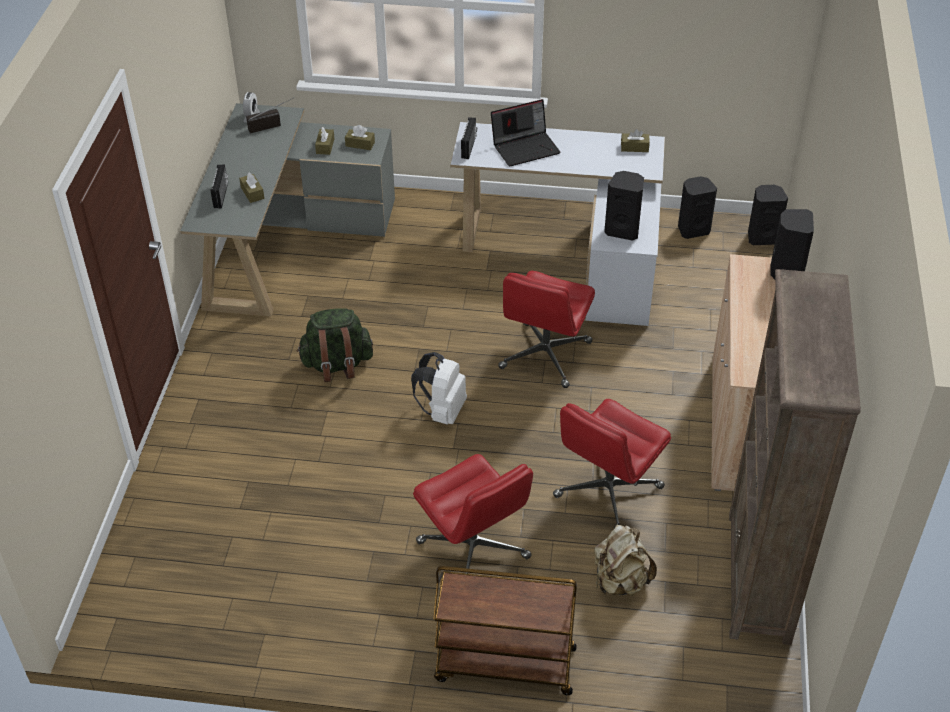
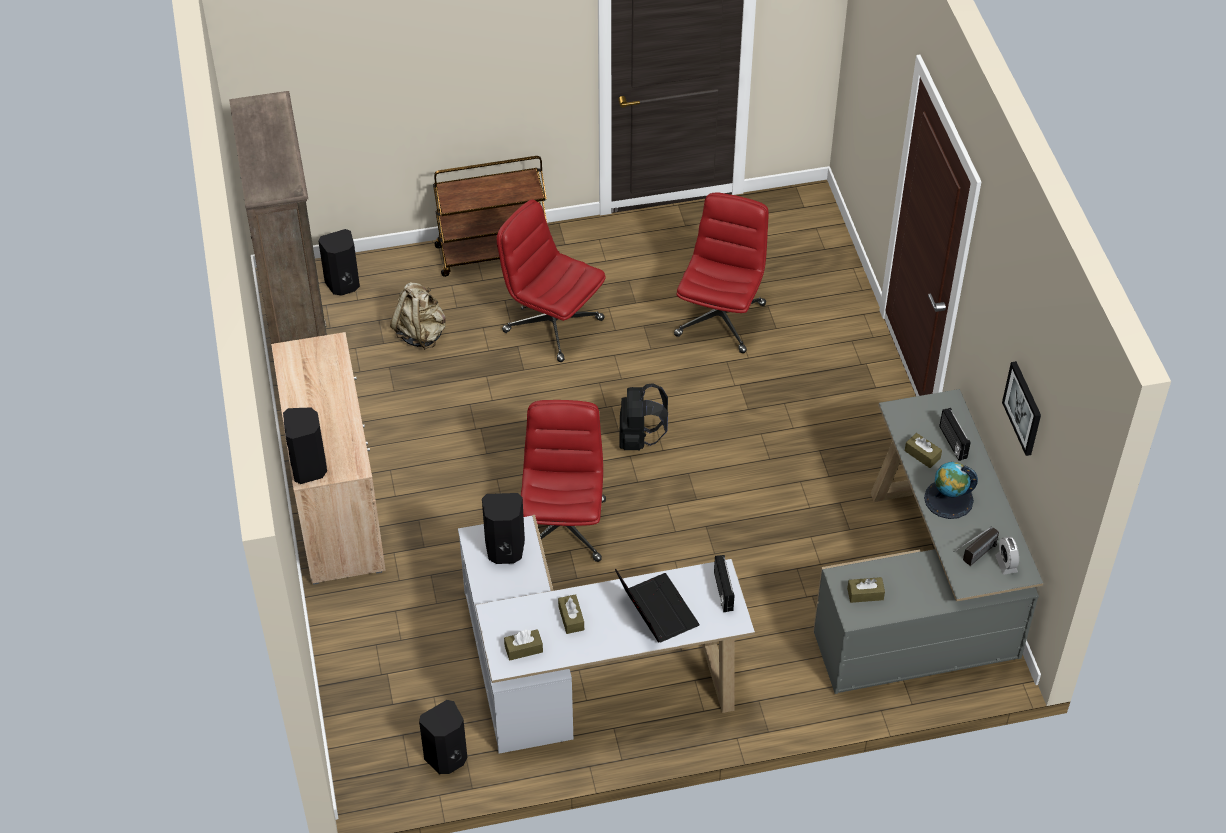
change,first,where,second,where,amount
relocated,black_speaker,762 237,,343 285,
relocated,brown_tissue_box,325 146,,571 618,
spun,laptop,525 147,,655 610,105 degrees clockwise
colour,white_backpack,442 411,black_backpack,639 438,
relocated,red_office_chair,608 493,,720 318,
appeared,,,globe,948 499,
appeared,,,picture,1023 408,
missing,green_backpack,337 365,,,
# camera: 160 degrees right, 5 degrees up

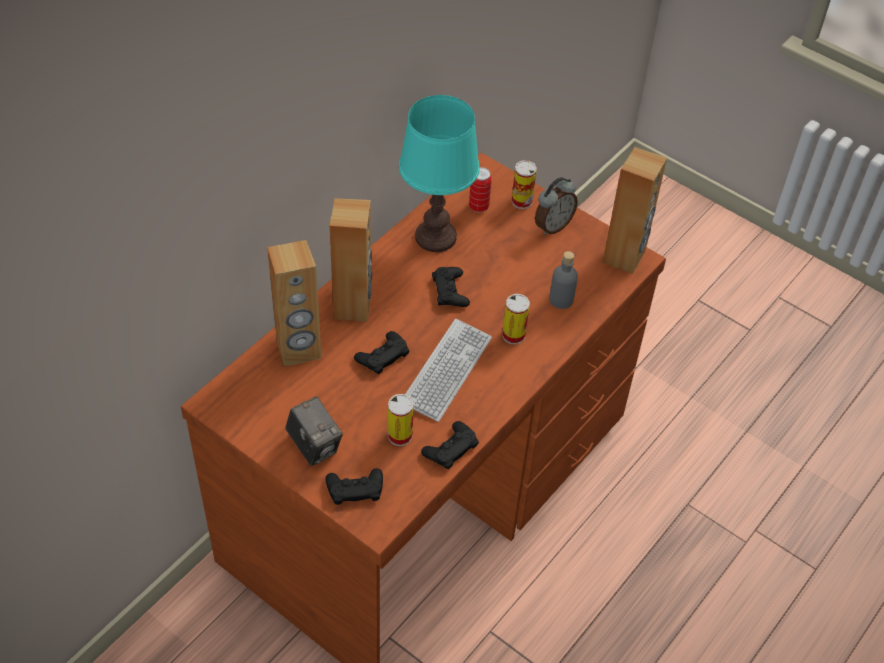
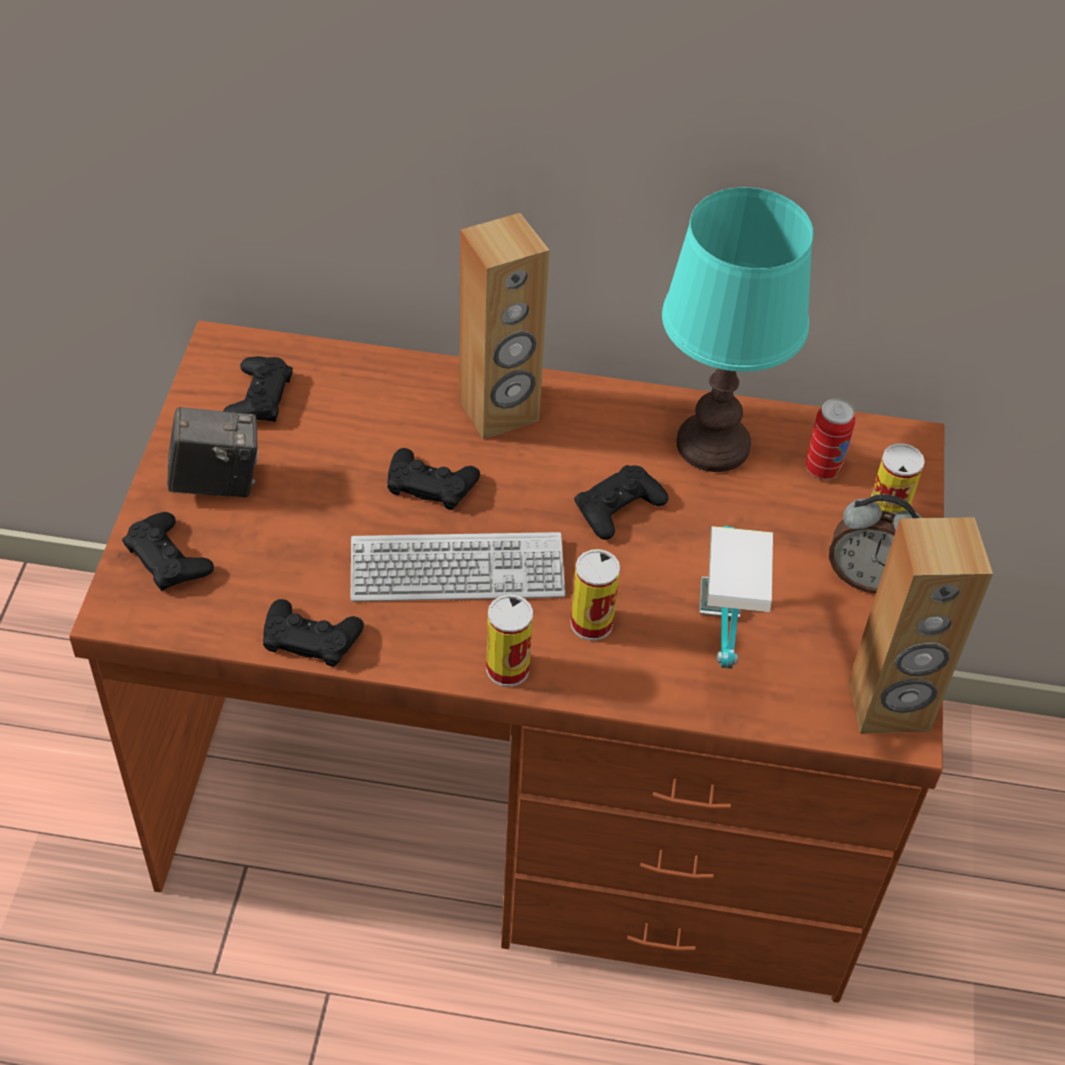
change,first,where,second,where,amount
spun,photo_camera,314 446,,216 481,120 degrees counterclockwise
appeared,,,black_game_controller,259 397,
relocated,can,400 435,,507 668,
exchanged,grey_bottle,561 299,table_lamp,717 655,
missing,brown_speaker,299 349,,,
# camera: 60 degrees right, 0 degrees up

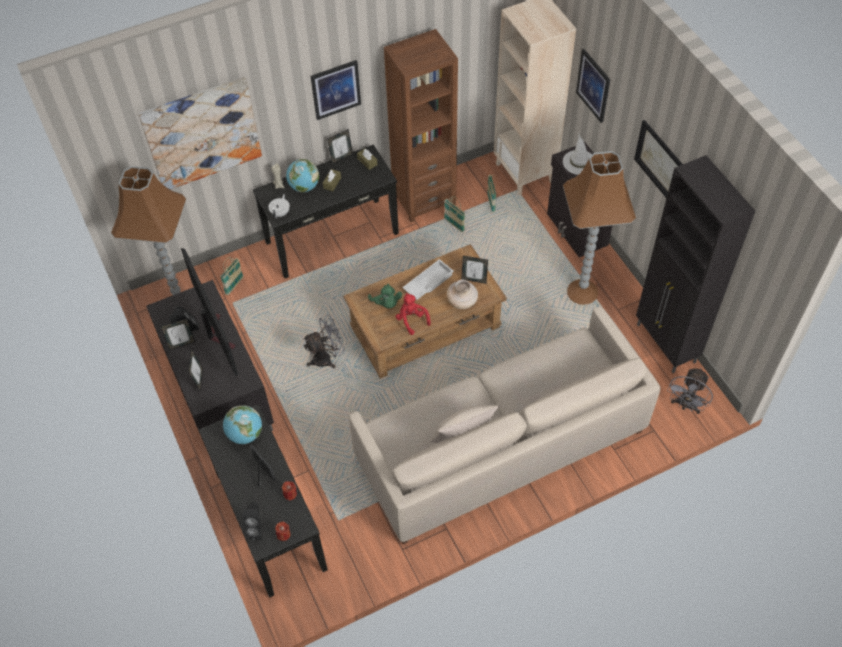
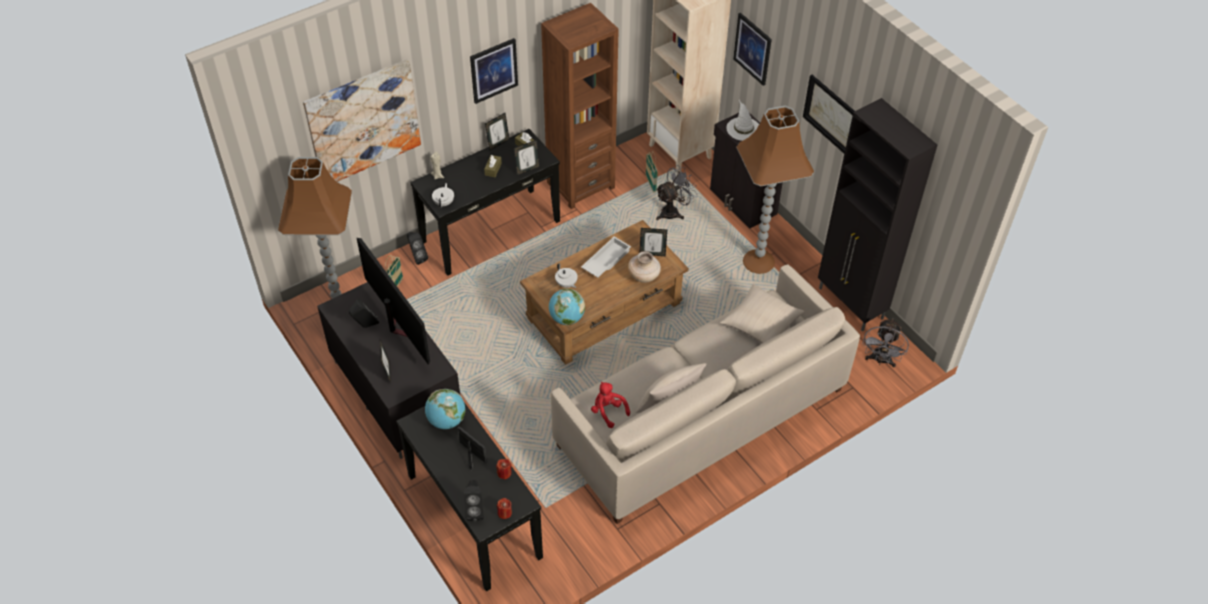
change,first,where,second,where,amount
appeared,,,black_speaker,417 257,
relocated,picture_frame,181 344,,527 170,
relocated,globe,304 186,,566 318,
exchanged,green_plush_toy,386 303,white_teapot,566 284,
relocated,red_plush_toy,411 320,,608 411,
relocated,grey_fan,327 358,,673 211,
appeared,,,beige_pillow,761 324,
missing,basket,454 225,,,
# camera: 10 degrees left, 5 degrees down

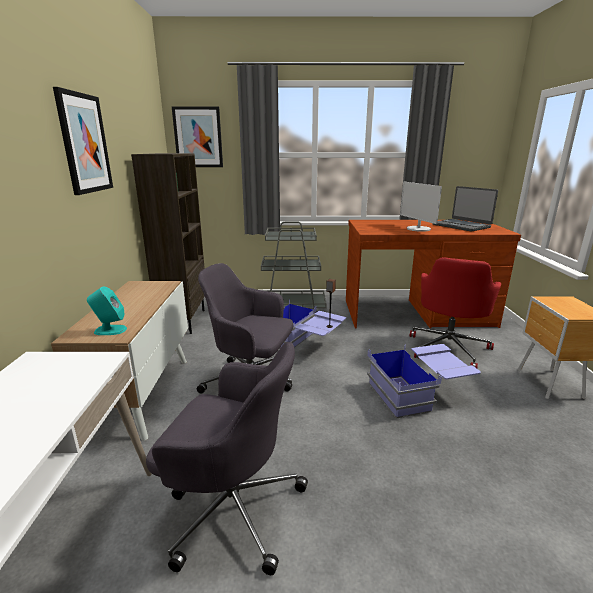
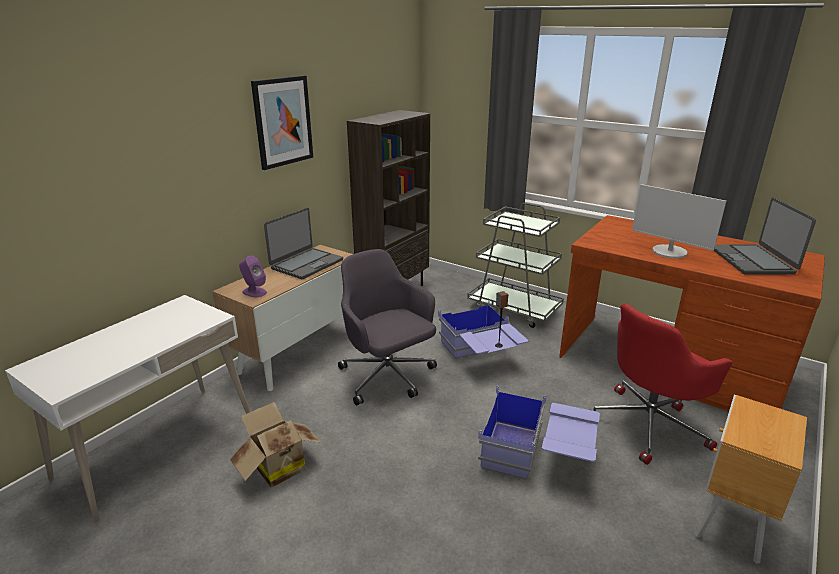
change,first,where,second,where,amount
exchanged,grey_office_chair,232 507,cardboard_box,276 467,
colour,turquoise_speaker,110 330,purple_speaker,254 292,
appeared,,,laptop,306 264,
spun,monitor,418 229,,669 252,60 degrees counterclockwise
missing,picture,198 137,,,
# camera: 35 degrees right, 5 degrees up

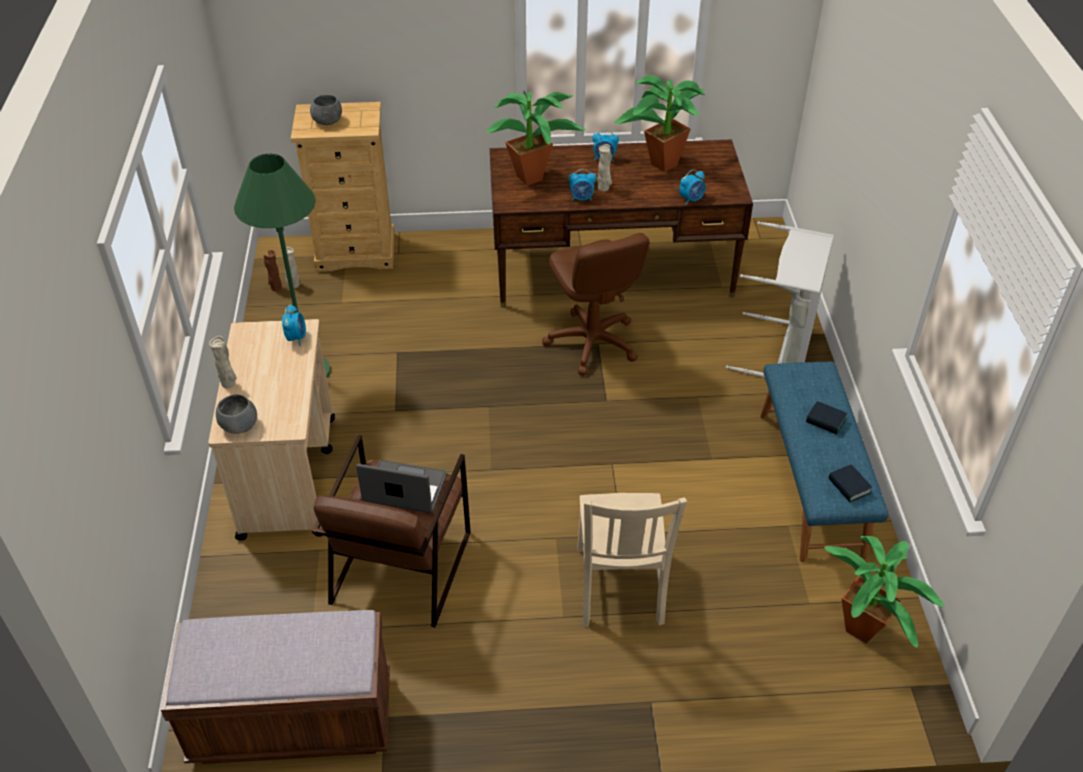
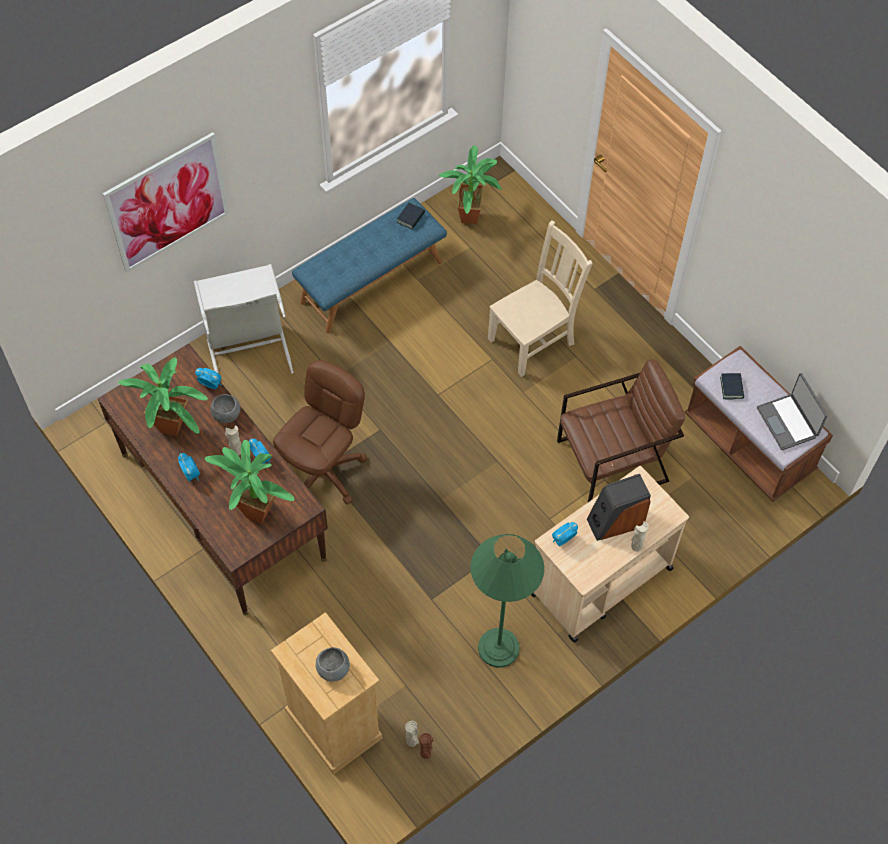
change,first,where,second,where,amount
appeared,,,picture,167 202,
relocated,grey_bowl,239 425,,226 415,
appeared,,,speaker,615 522,
relocated,book,825 421,,731 388,
relocated,laptop,404 490,,788 422,
# camera: 125 degrees left, 15 degrees up

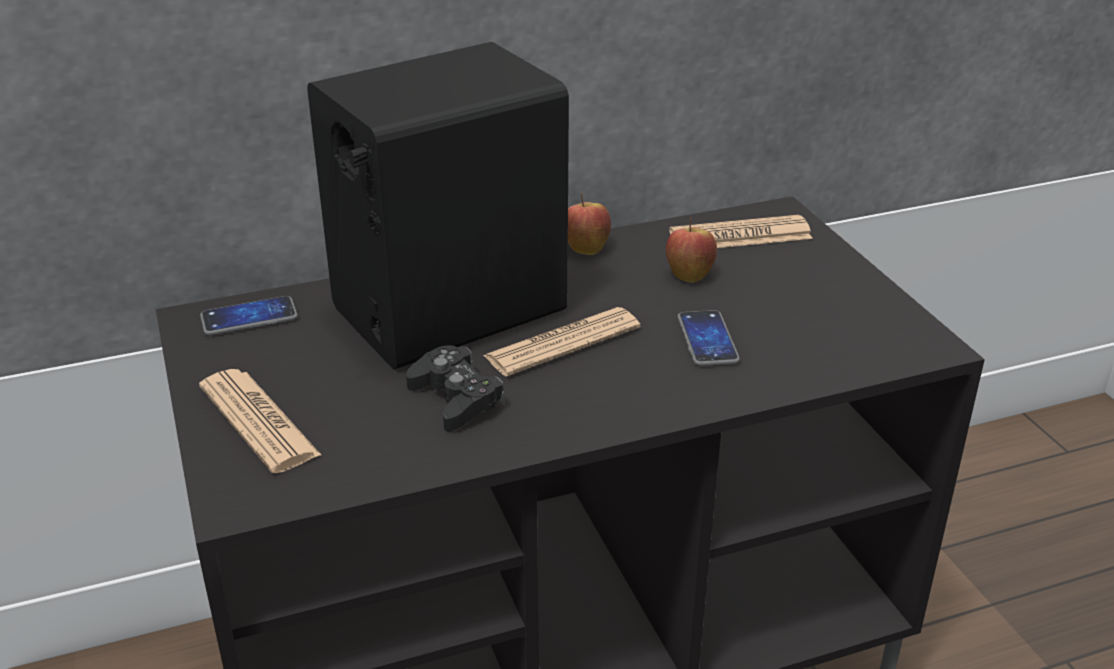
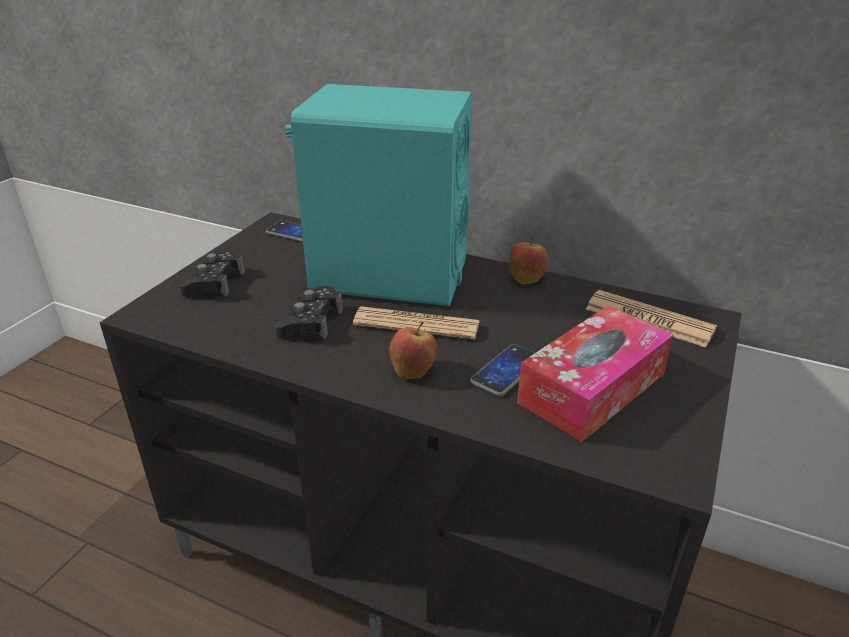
change,first,where,second,where,amount
exchanged,newspaper,258 421,black_game_controller,215 282,
colour,black_speaker,448 310,turquoise_speaker,389 275,
relocated,apple,689 275,,413 371,
appeared,,,tissue_box,592 388,
# camera: 45 degrees right, 0 degrees up

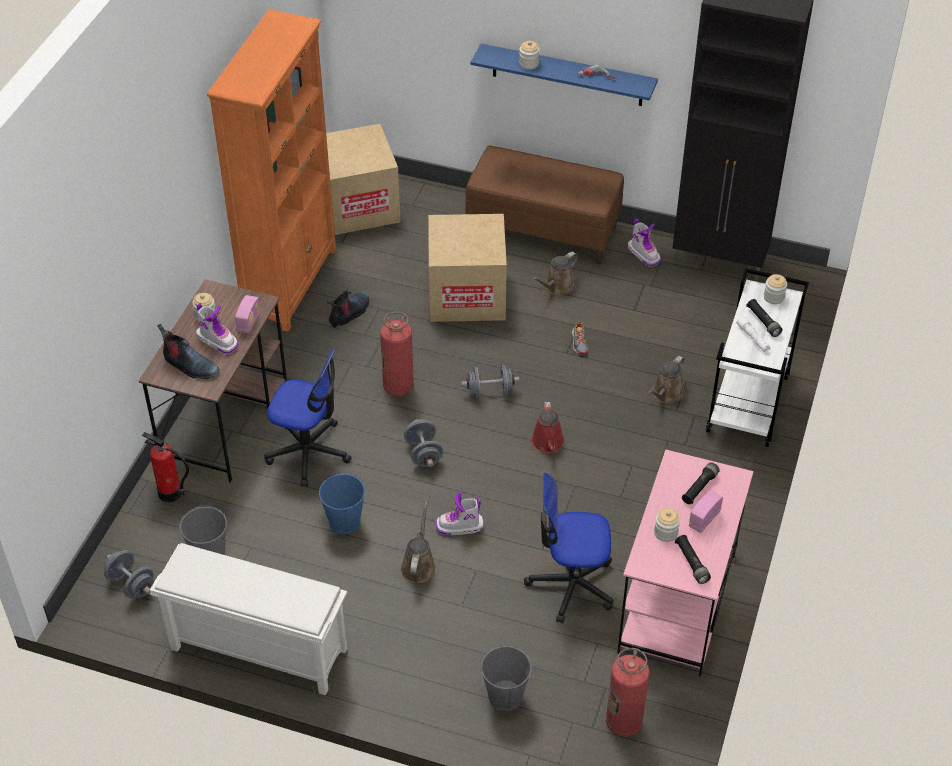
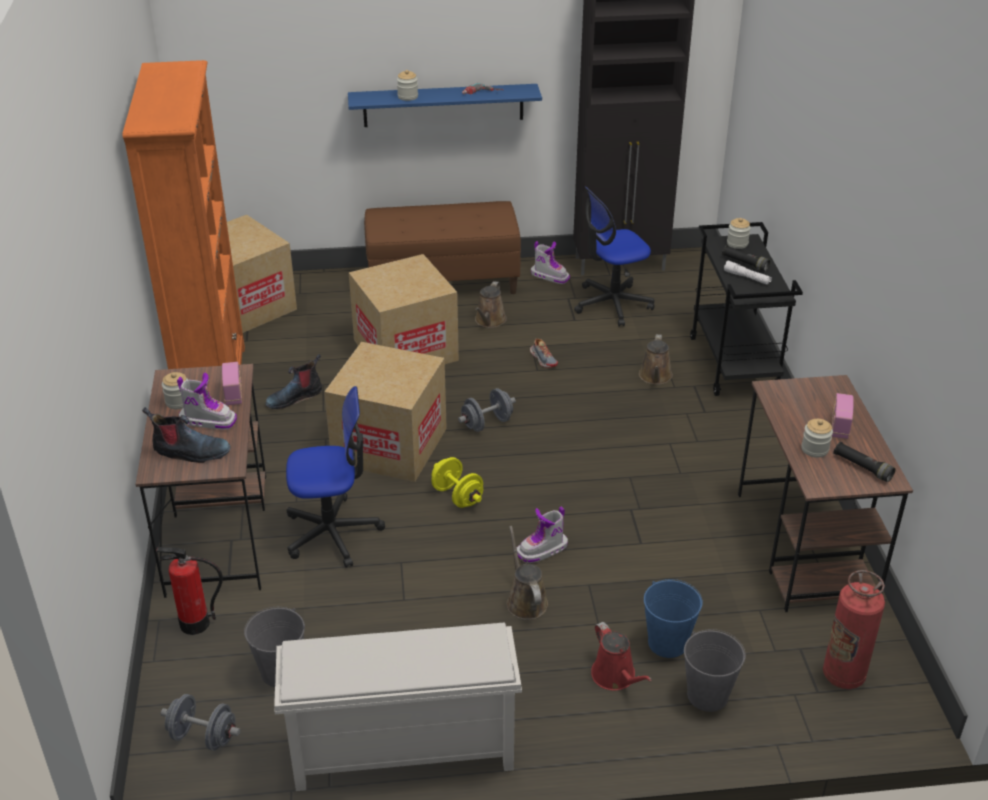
change,first,where,second,where,amount
spun,boot,349 313,,295 397,135 degrees counterclockwise
exchanged,fire_extinguisher,398 387,cardboard_box,389 445,
colour,grey_dumbbell,423 453,yellow_dumbbell,457 496,
relocated,office_chair,571 584,,612 304,
relocated,red_watering_can,548 443,,616 677,
relocated,blue_bucket,344 522,,667 643,
colour,white_cart,748 405,black_cart,734 364,
colour,pink_desk,677 604,brown_desk,805 547,
missing,black_flashlight,699 488,,,
# camera: 25 degrees left, 10 degrees down

